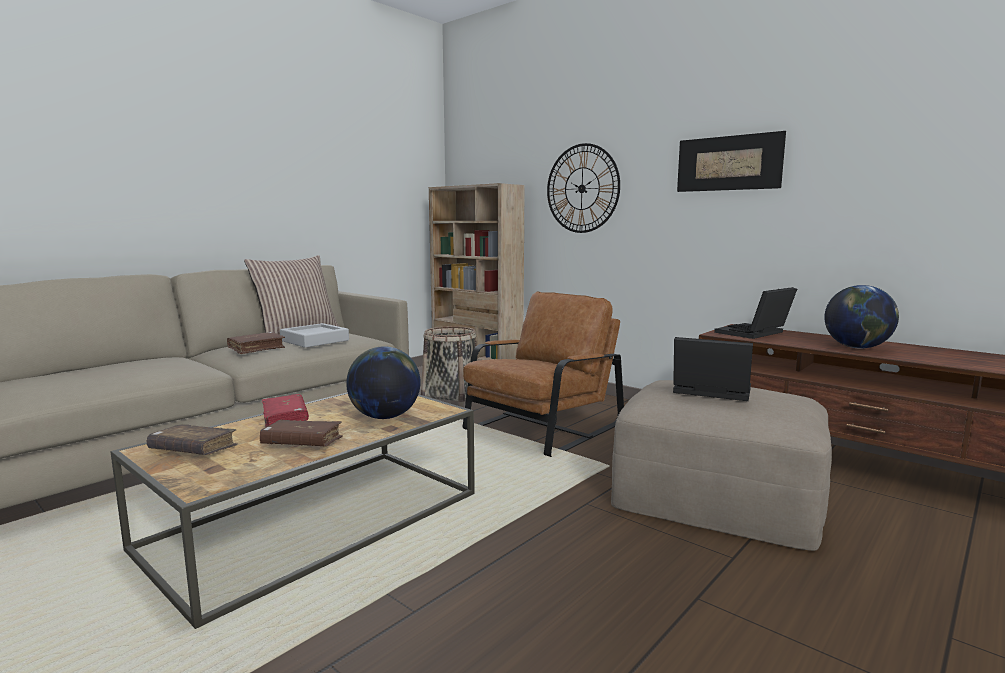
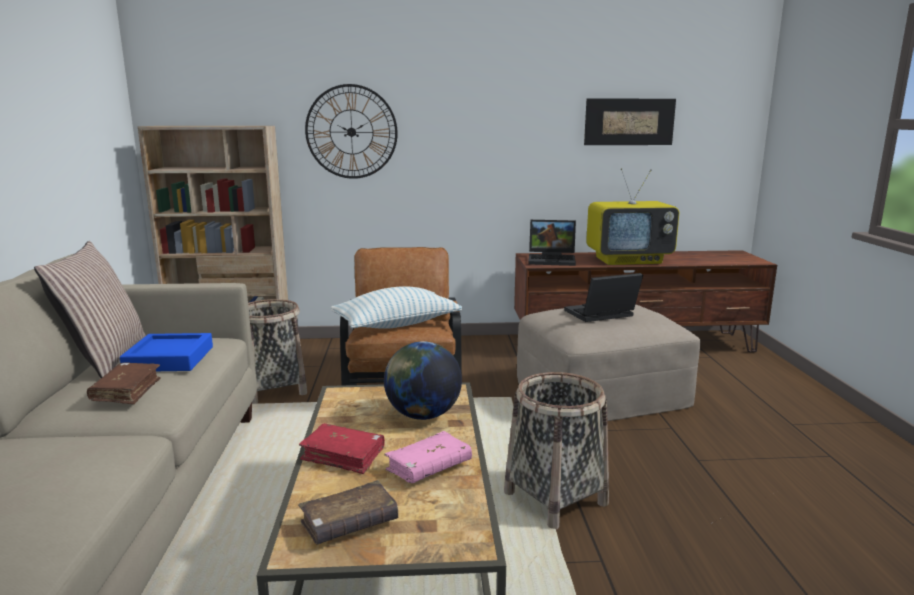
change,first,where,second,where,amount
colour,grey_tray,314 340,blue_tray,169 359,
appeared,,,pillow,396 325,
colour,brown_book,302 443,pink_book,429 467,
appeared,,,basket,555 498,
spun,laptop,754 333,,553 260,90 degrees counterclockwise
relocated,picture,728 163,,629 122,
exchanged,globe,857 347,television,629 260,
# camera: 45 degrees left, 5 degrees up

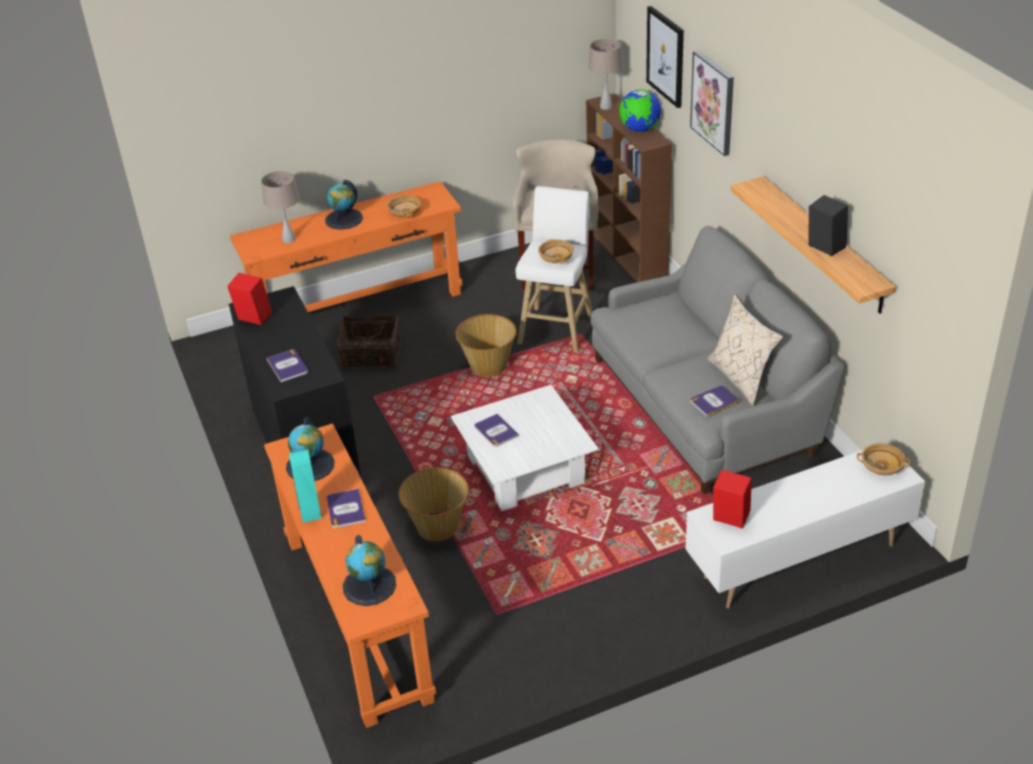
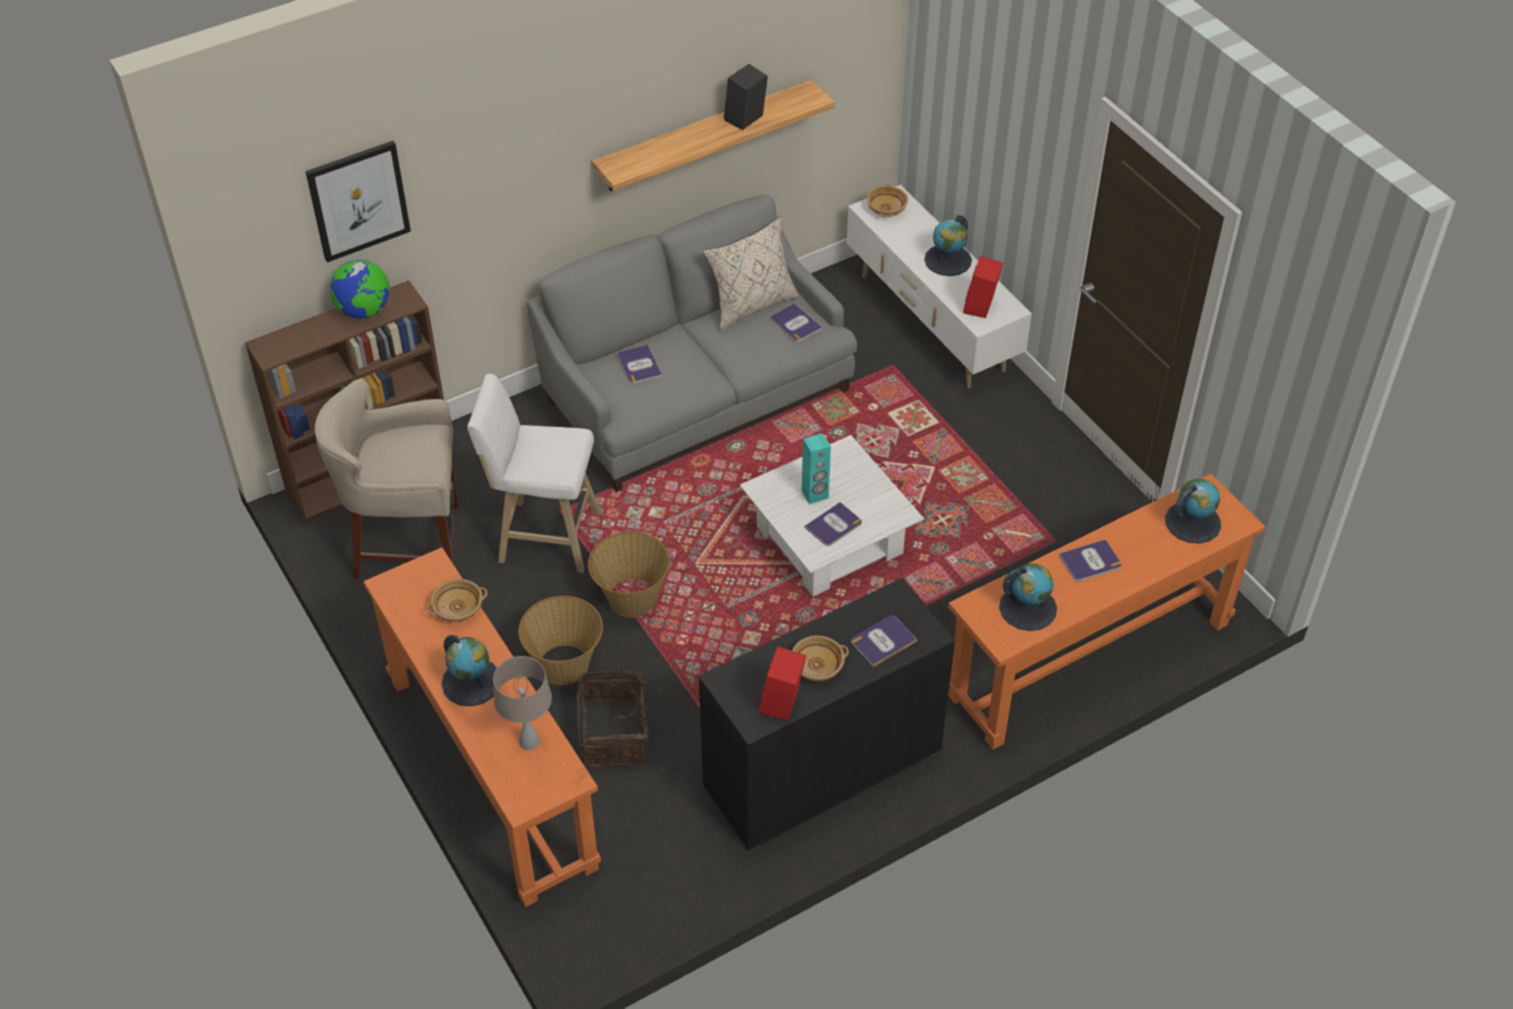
change,first,where,second,where,amount
relocated,basket,437 527,,565 664,
appeared,,,book,639 365,
relocated,beige_bowl,555 258,,817 667,
relocated,turquoise_speaker,310 513,,815 494,
appeared,,,globe,948 260,
missing,beige_table_lamp,605 107,,,
missing,picture,713 102,,,
# camera: 100 degrees left, 10 degrees up

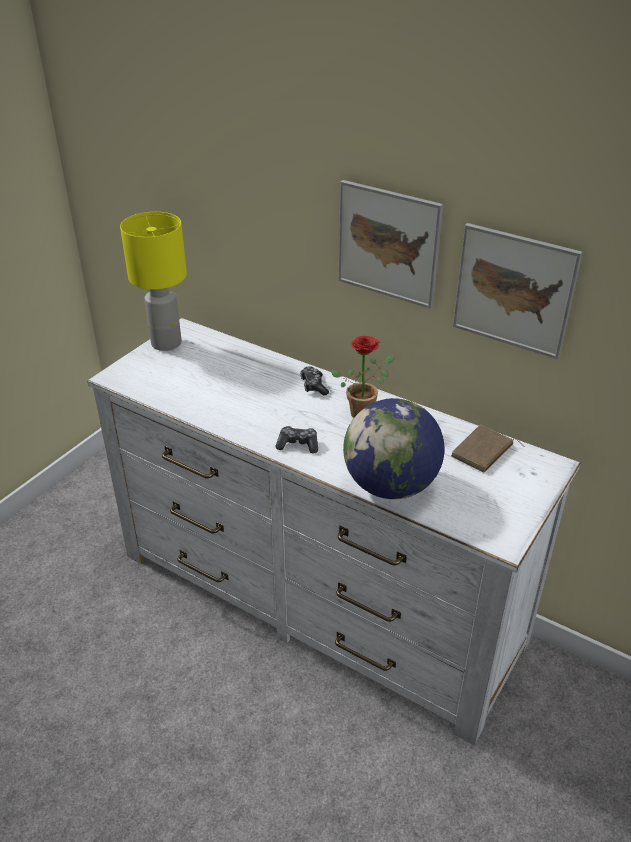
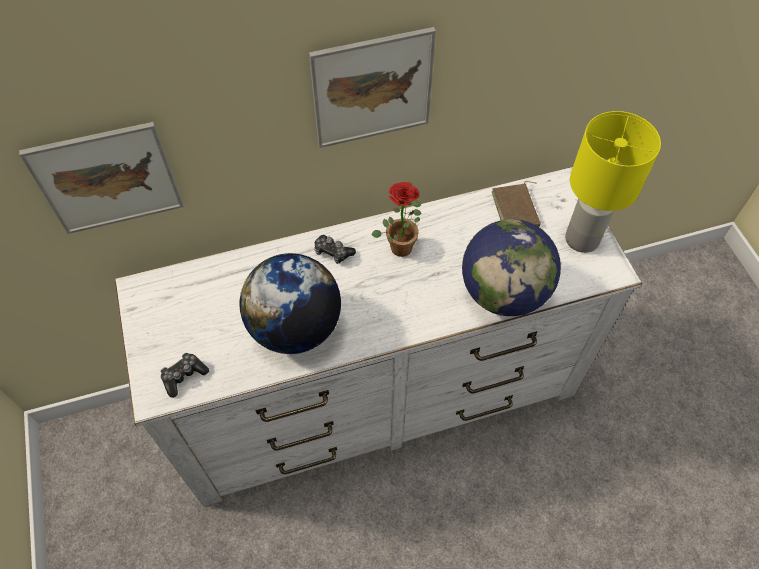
change,first,where,second,where,amount
relocated,picture,514 290,,107 178,
relocated,game_controller,298 444,,184 376,
appeared,,,globe,295 328,
relocated,yellow_table_lamp,167 343,,581 238,
# camera: 50 degrees left, 20 degrees up

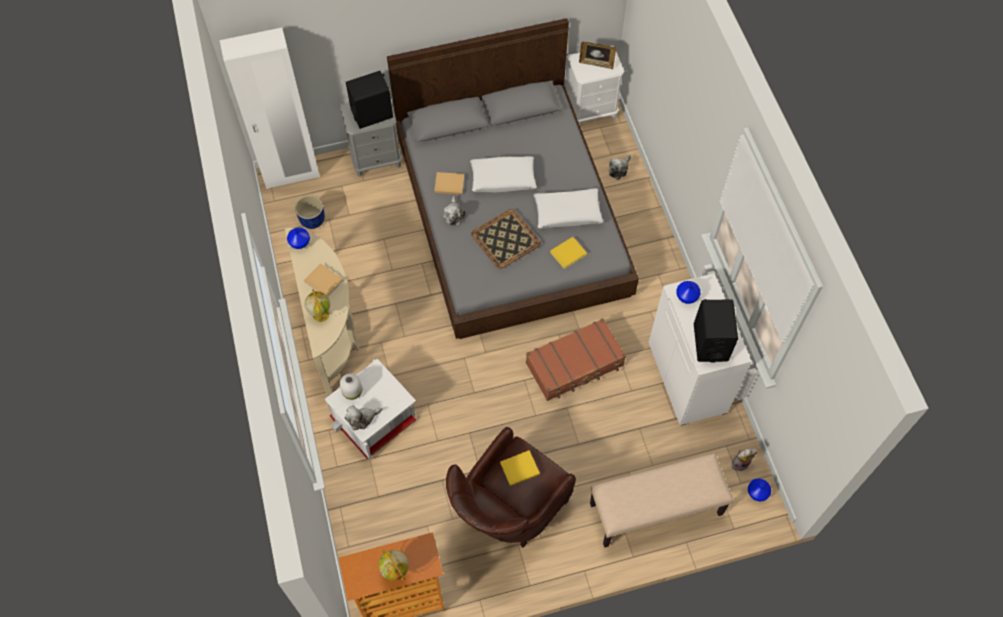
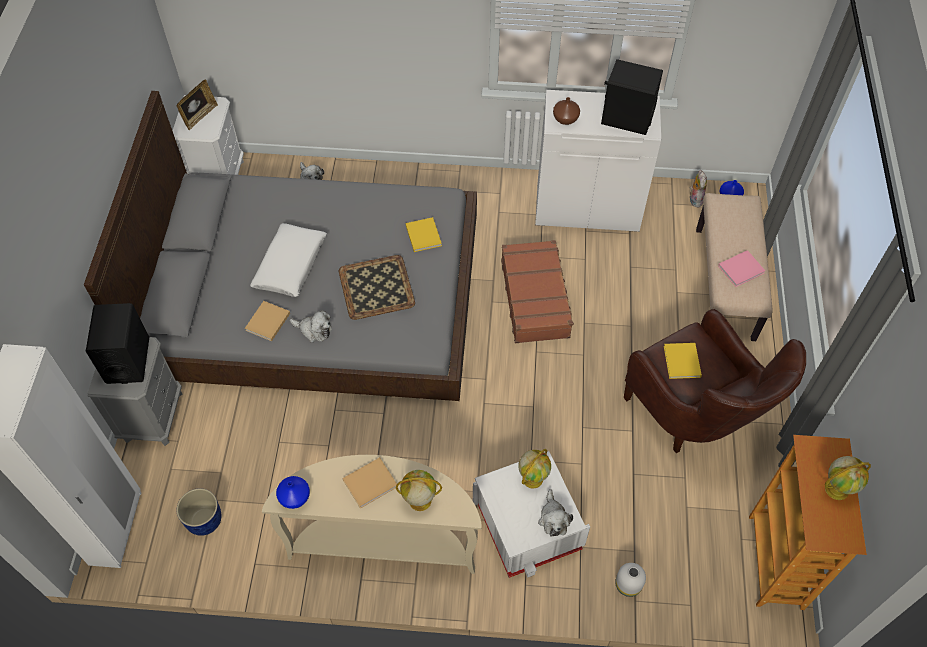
change,first,where,second,where,amount
appeared,,,globe,533 478,
colour,blue_vase,686 296,brown_vase,565 119,
relocated,white_vase,352 391,,627 585,
appeared,,,pink_book,742 269,
missing,white_pillow,567 212,,,
# camera: 70 degrees left, 5 degrees down

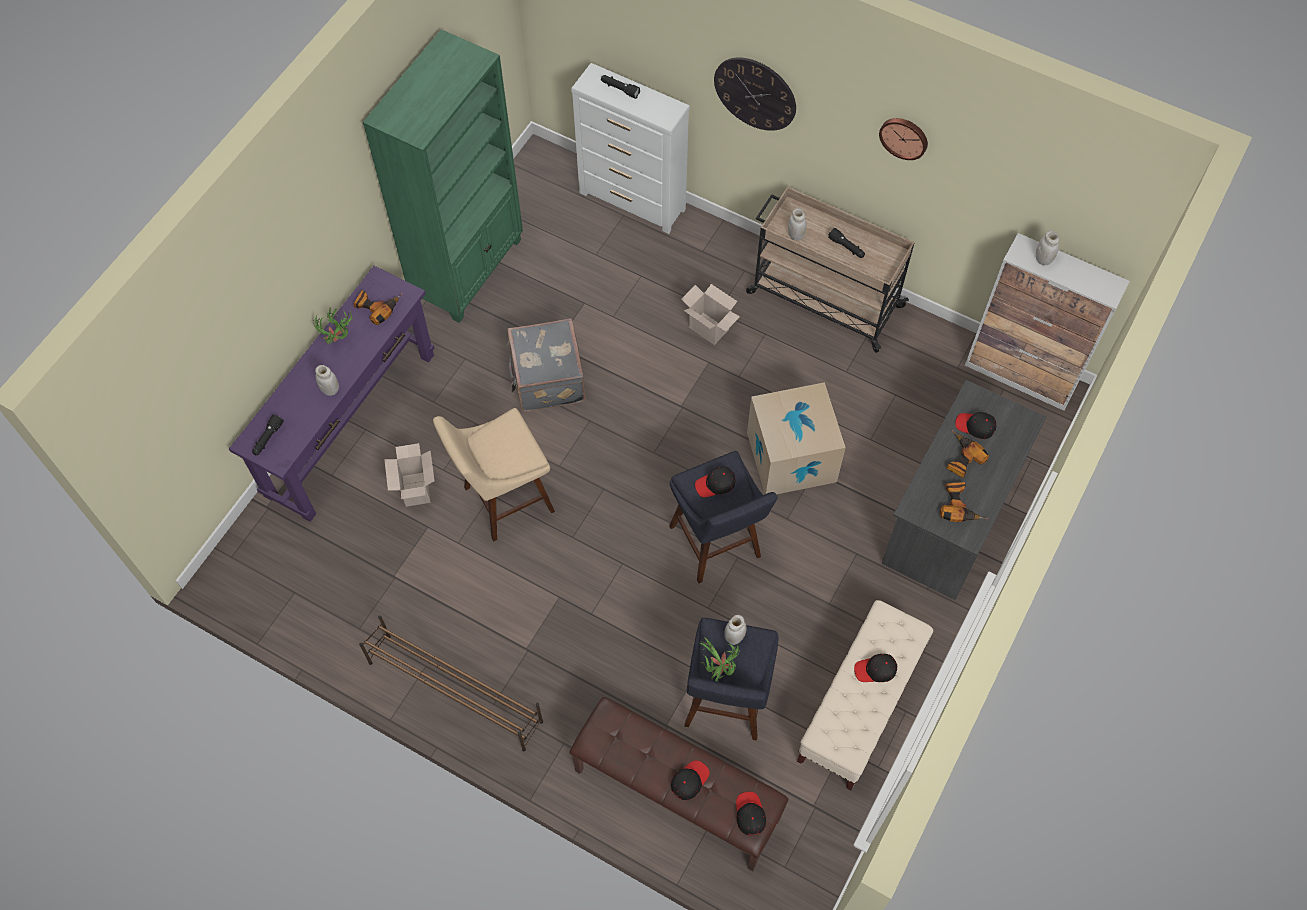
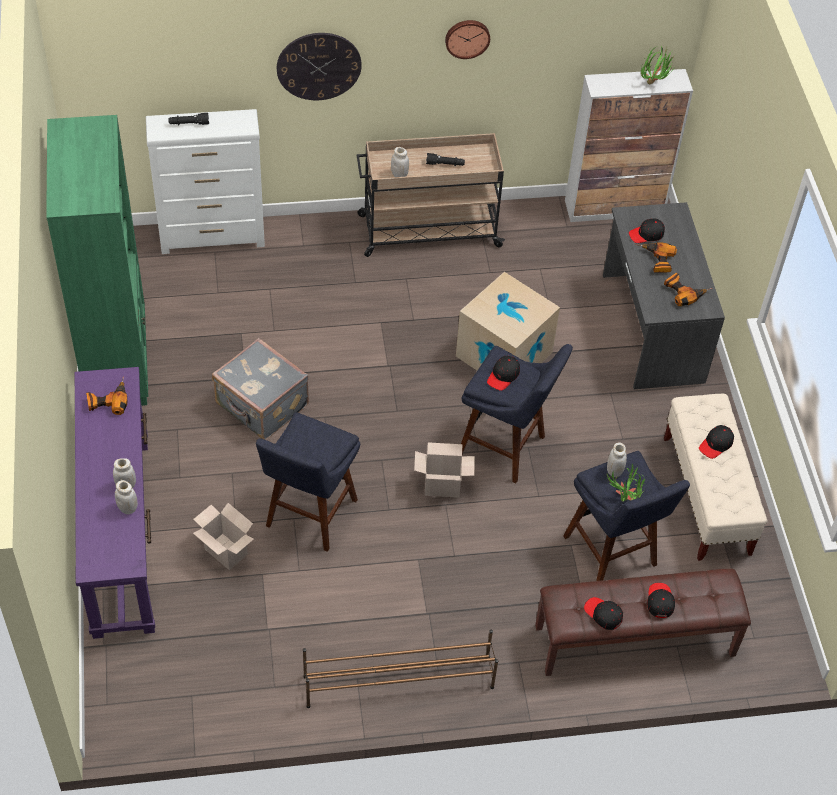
change,first,where,second,where,amount
relocated,white_jar,1043 259,,128 508,
colour,beige_stool,503 502,blue_stool,309 517,
relocated,cardboard_box,710 328,,443 485,
relocated,black_cap,749 814,,603 614,
relocated,potted_plant,339 341,,654 82,
missing,black_flashlight,268 439,,,
# camera: 40 degrees left, 10 degrees down

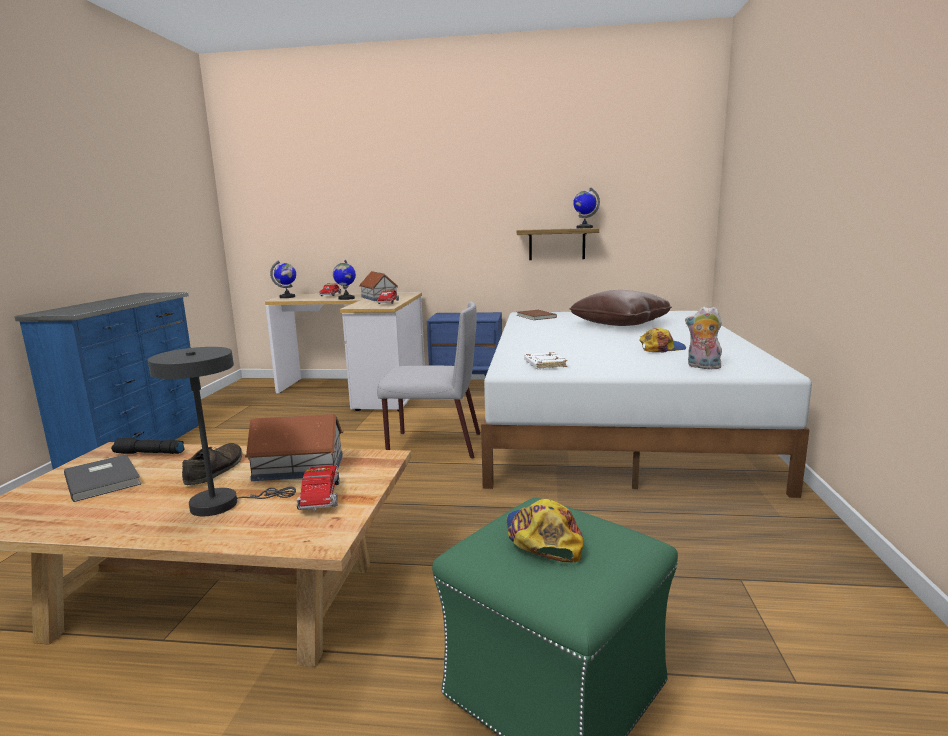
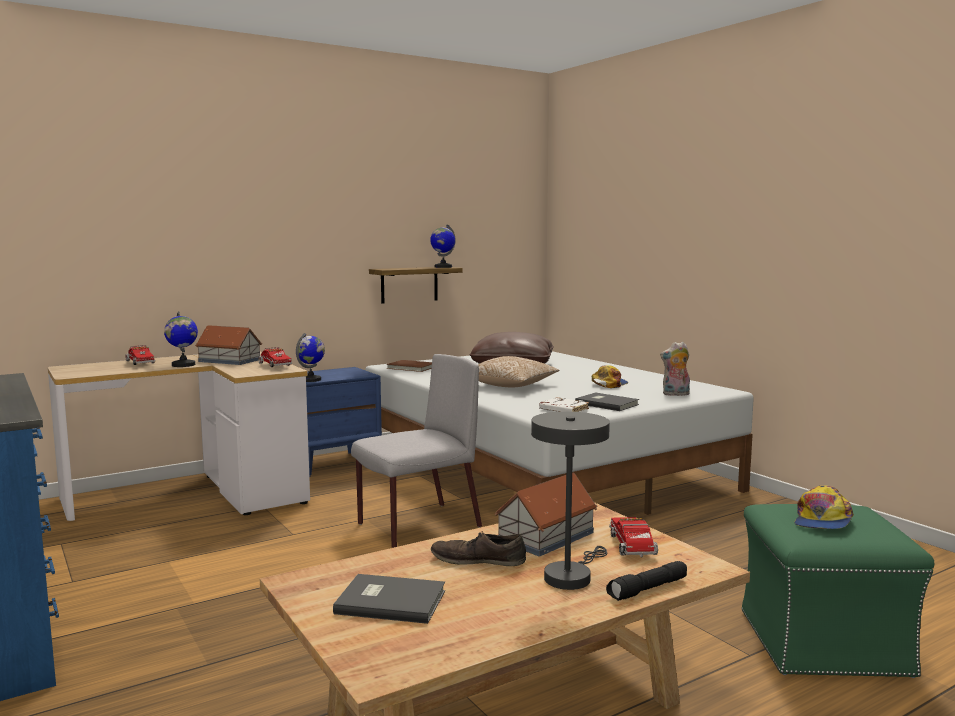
change,first,where,second,where,amount
relocated,globe,287 297,,311 380,
spun,brown_shoe,215 470,,478 560,45 degrees counterclockwise
appeared,,,pillow,512 386,
appeared,,,grey_book,606 403,
relocated,black_flashlight,148 453,,648 590,
spun,toy_truck,321 499,,633 548,45 degrees clockwise
spun,cap,542 538,,822 520,105 degrees counterclockwise
# camera: 40 degrees left, 5 degrees down

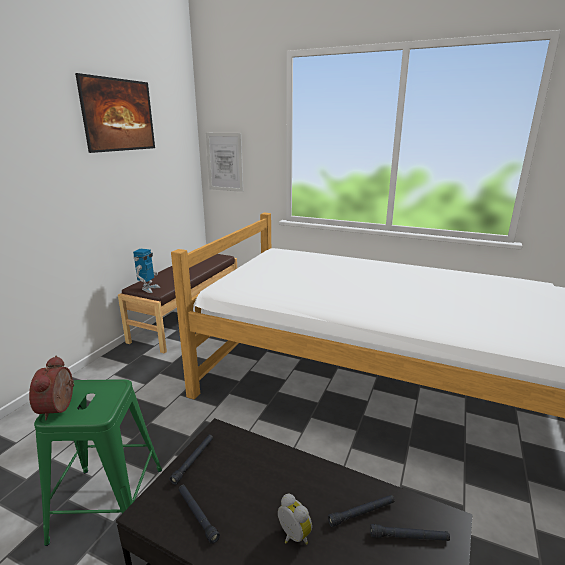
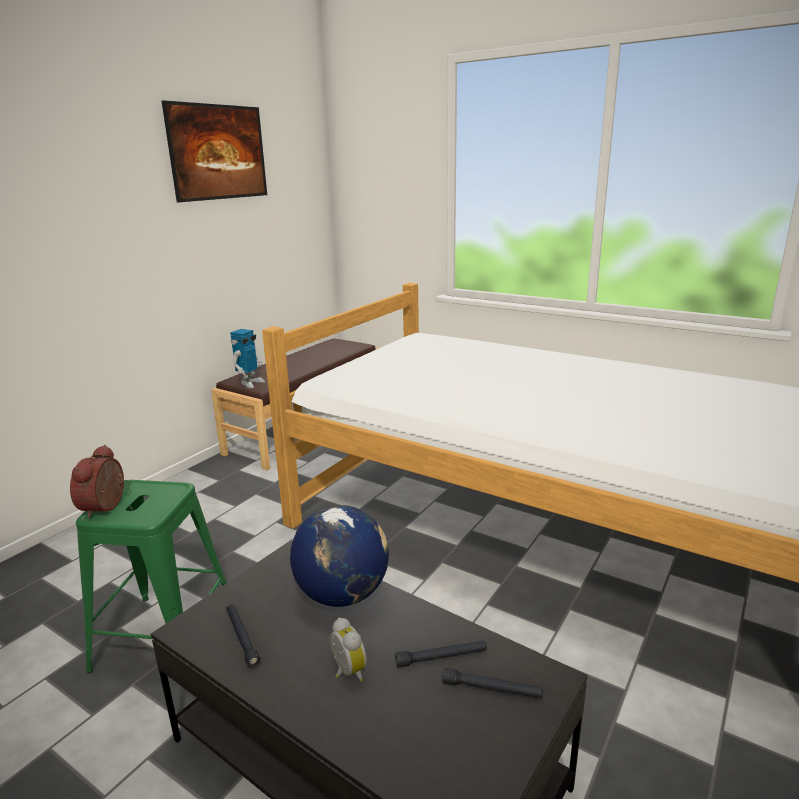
change,first,where,second,where,amount
appeared,,,globe,342 594,
missing,black_flashlight,193 460,,,
missing,picture,225 162,,,
# camera: 10 degrees right, 0 degrees up

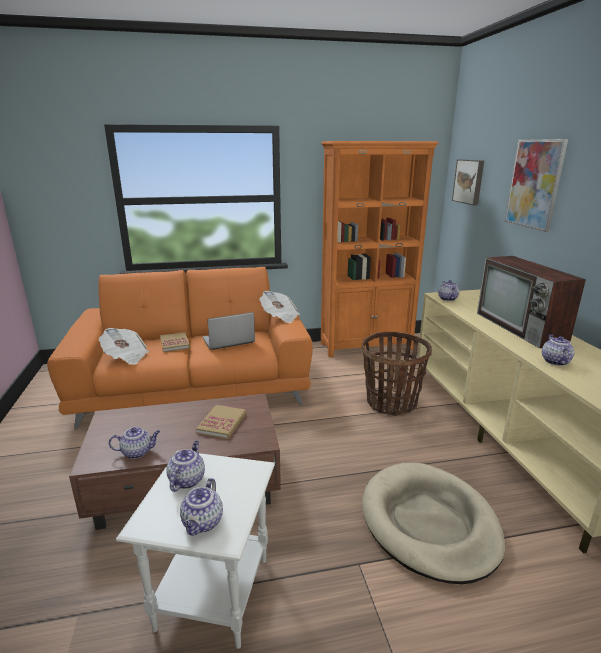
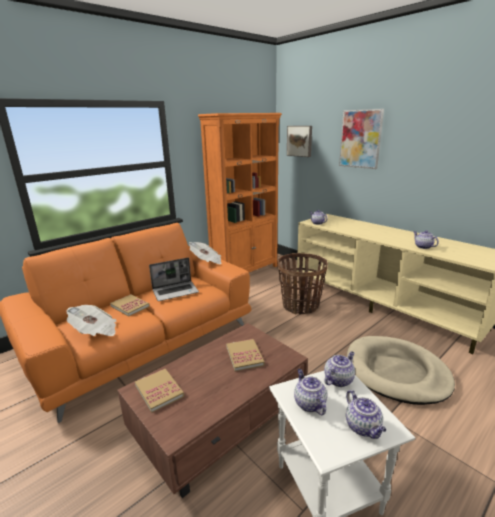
change,first,where,second,where,amount
appeared,,,book,159 391,
spun,laptop,228 341,,176 291,150 degrees counterclockwise
relocated,teapot,137 452,,338 379,
missing,television,521 328,,,
# camera: 30 degrees left, 0 degrees up

